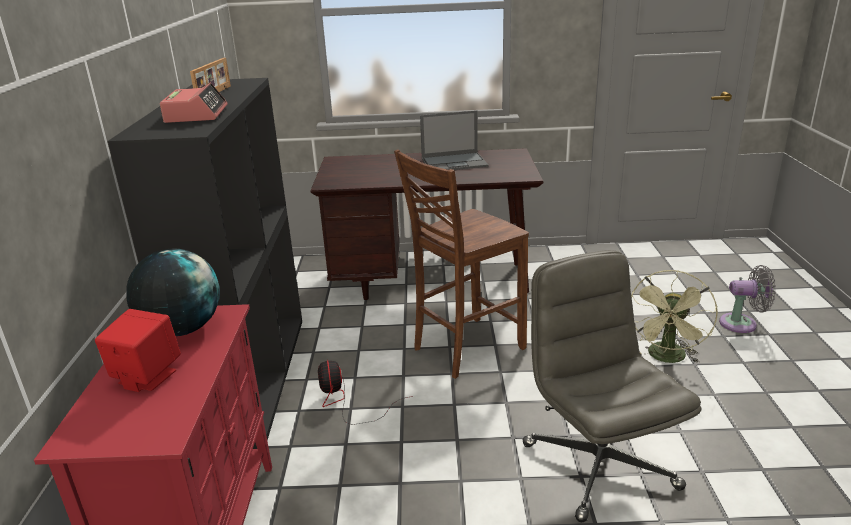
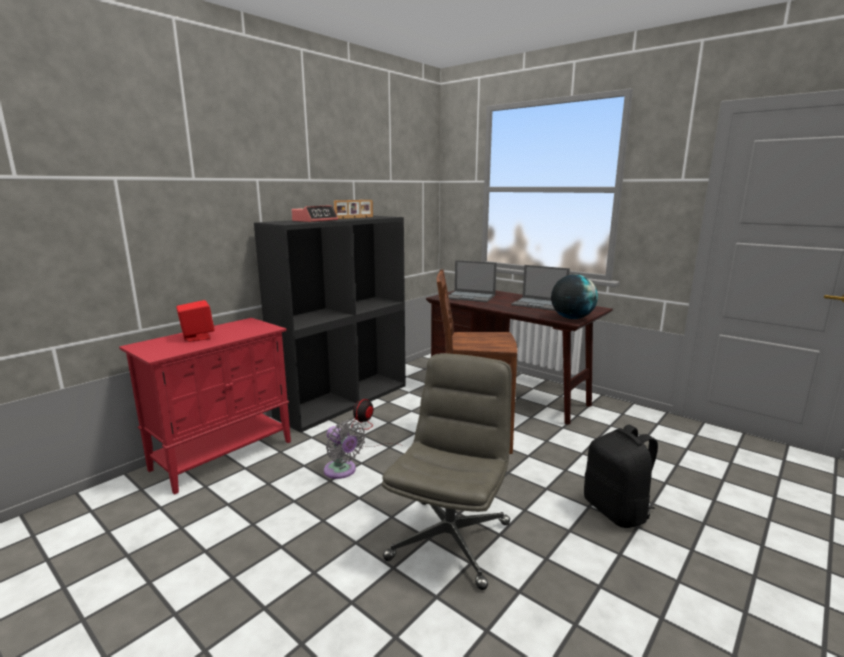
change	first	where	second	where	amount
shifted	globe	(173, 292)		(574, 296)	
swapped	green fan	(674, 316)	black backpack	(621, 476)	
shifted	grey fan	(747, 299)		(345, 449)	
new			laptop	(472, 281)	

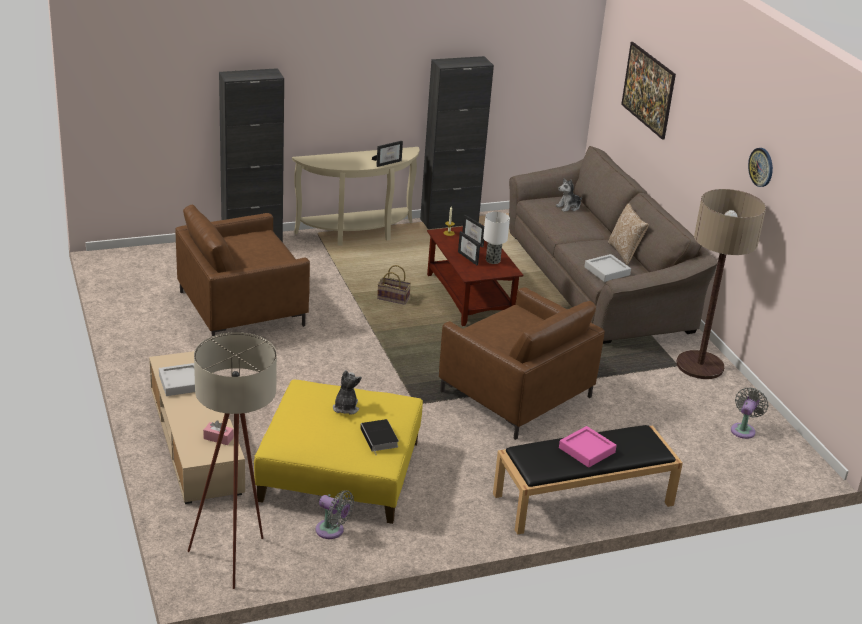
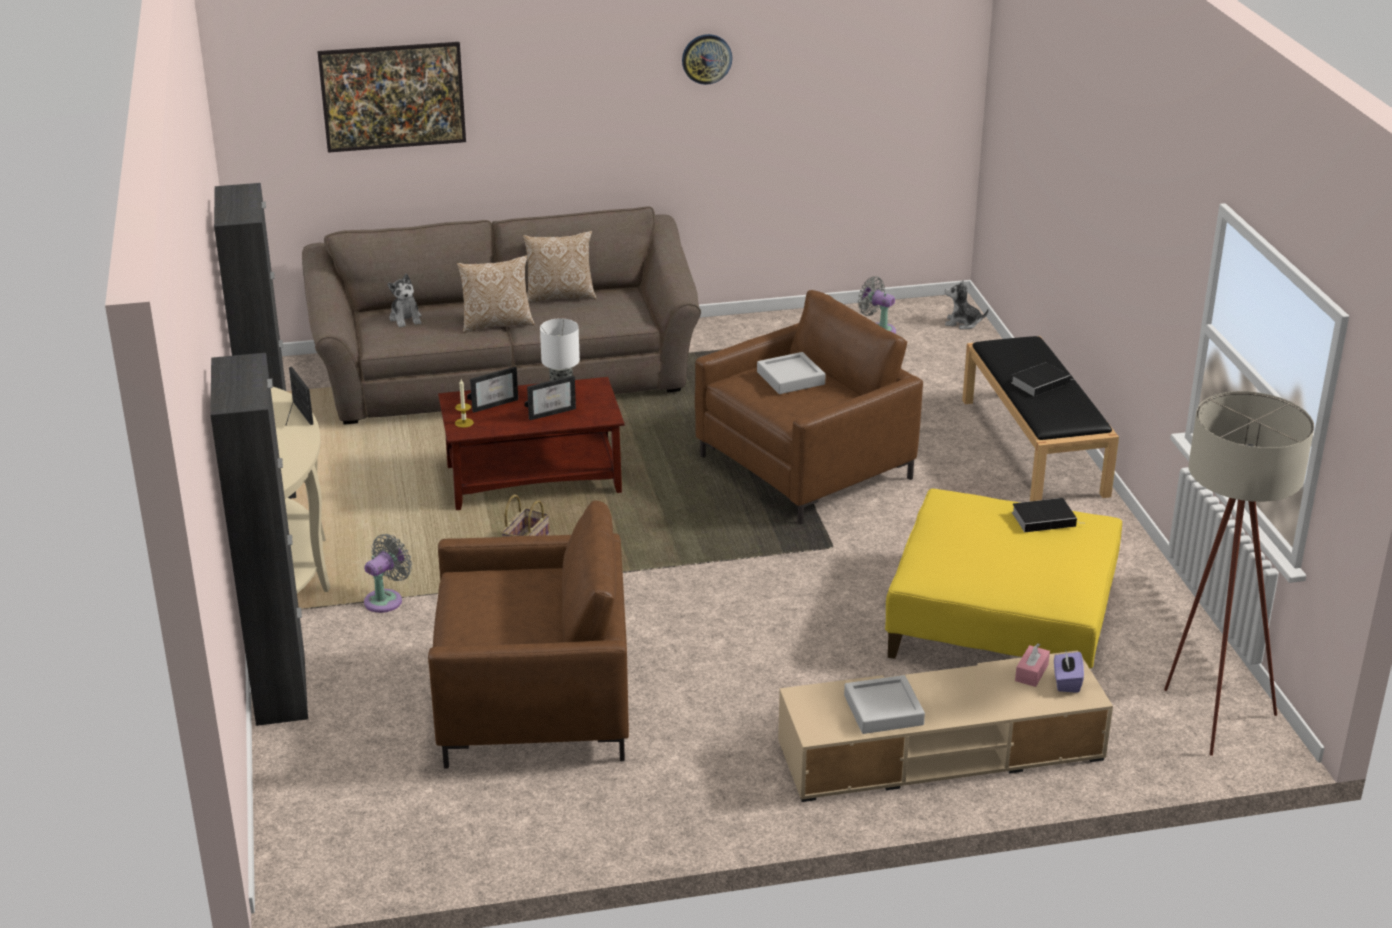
change	first	where	second	where	amount
rotated	brown armchair	(242, 270)		(528, 634)	75 degrees counterclockwise
shifted	grey fan	(334, 514)		(388, 573)	
shifted	plush toy	(347, 392)		(967, 304)	
swapped	pink tray	(588, 447)	book	(1041, 379)	
shifted	grey tray	(607, 268)		(791, 373)	
gone	floor lamp	(721, 284)			
new			pillow	(496, 294)	
new			purple tissue box	(1069, 672)	

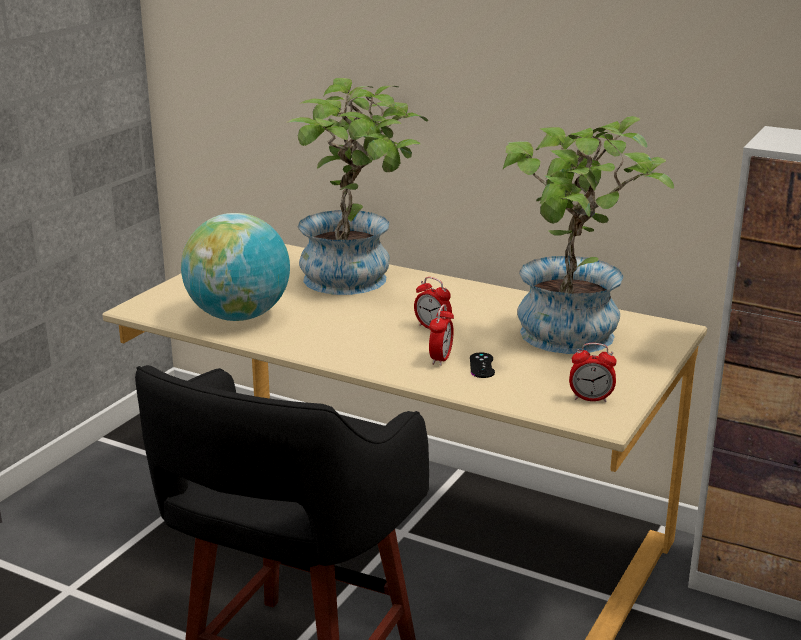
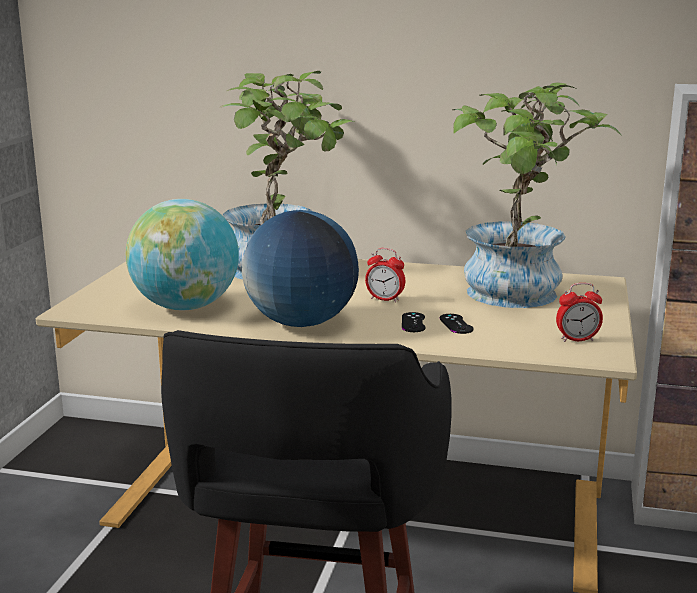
change	first	where	second	where	amount
swapped	alarm clock	(441, 335)	black game controller	(413, 322)	
new			globe	(300, 268)	

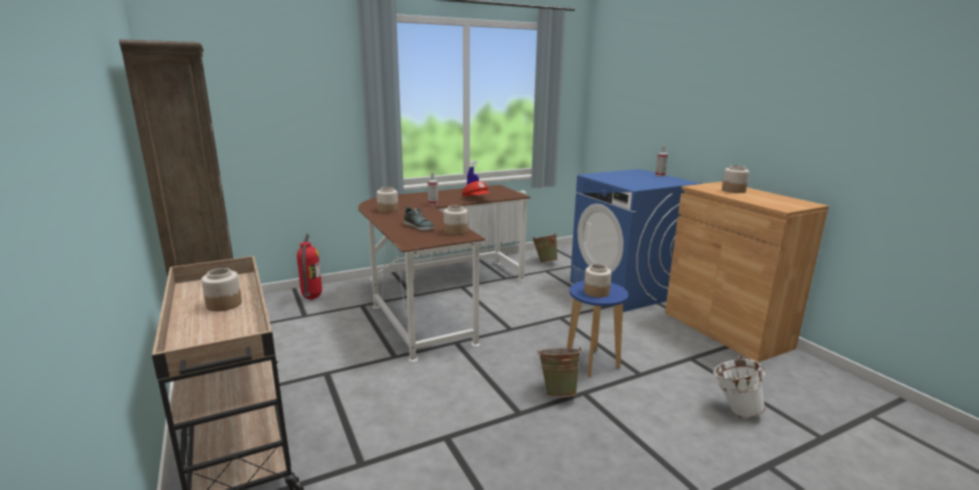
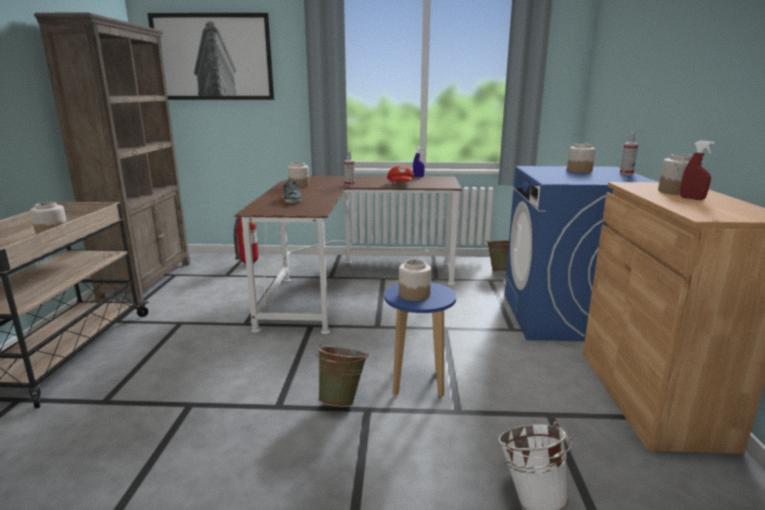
change	first	where	second	where	amount
shifted	jar	(456, 220)		(581, 158)	
new			picture	(211, 56)	
new			red spray bottle	(697, 170)	

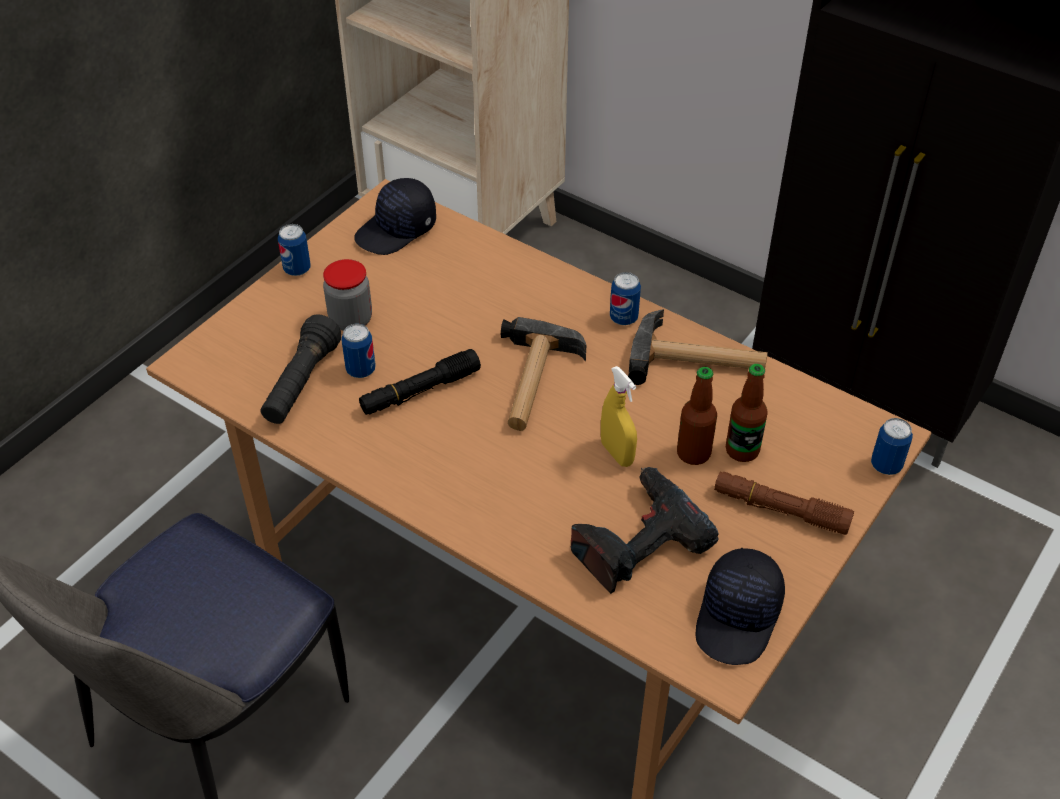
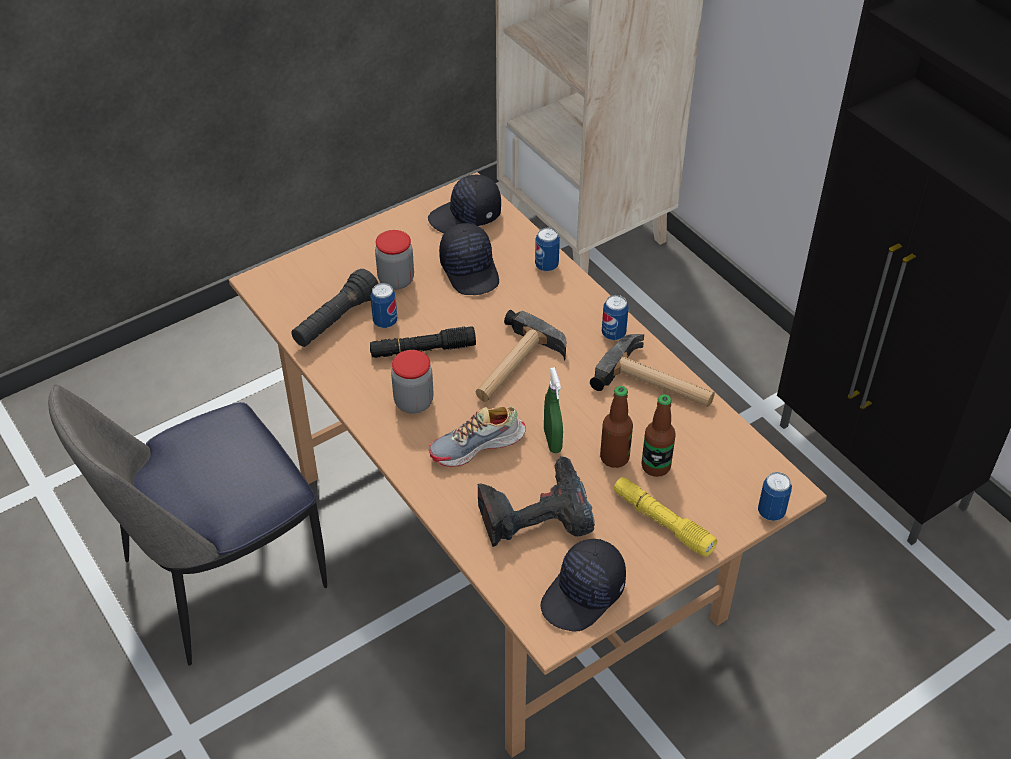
change	first	where	second	where	amount
shifted	can	(294, 250)		(547, 250)	
repainted	yellow spray bottle	(619, 416)	green spray bottle	(553, 410)	
repainted	brown flashlight	(784, 503)	yellow flashlight	(665, 517)	
new			jar	(412, 382)	
new			shoe	(477, 436)	
new			black cap	(469, 259)	

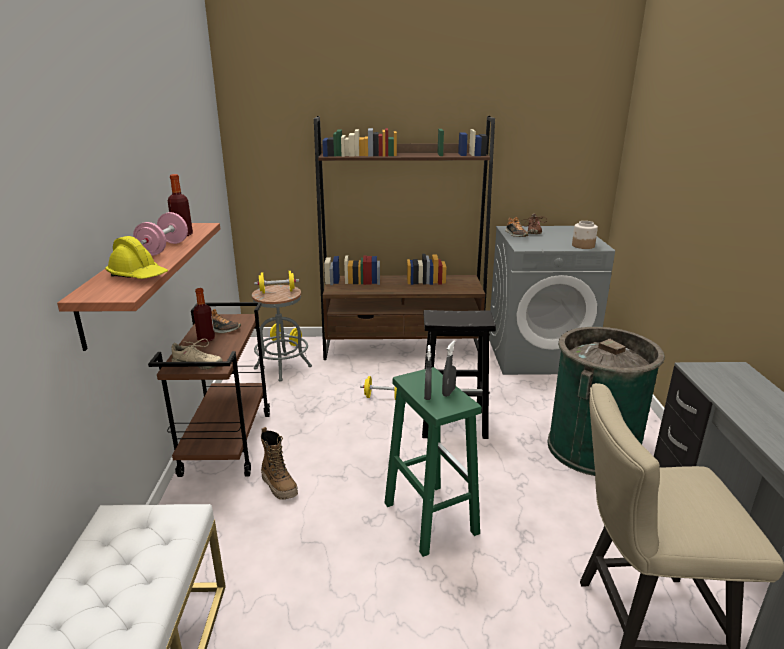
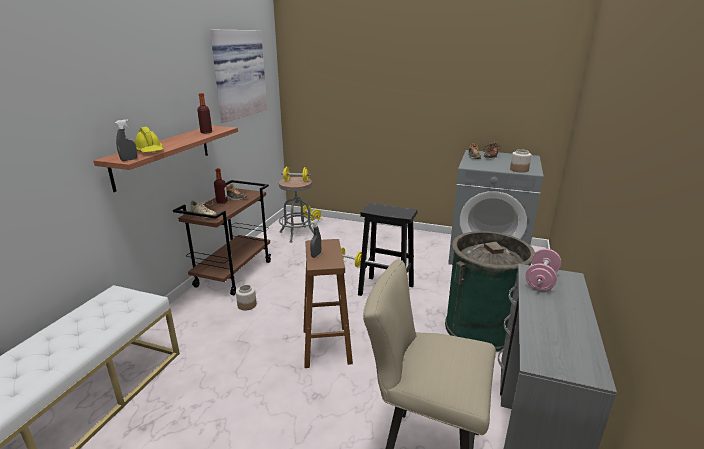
change	first	where	second	where	amount
shifted	pink dumbbell	(160, 234)		(543, 270)	
swapped	boot	(279, 463)	jar	(246, 298)	
gone	brown bookcase	(404, 238)			
repainted	green stool	(433, 462)	brown stool	(328, 303)	
shifted	grey spray bottle	(449, 368)		(126, 140)	
new			picture	(238, 76)	

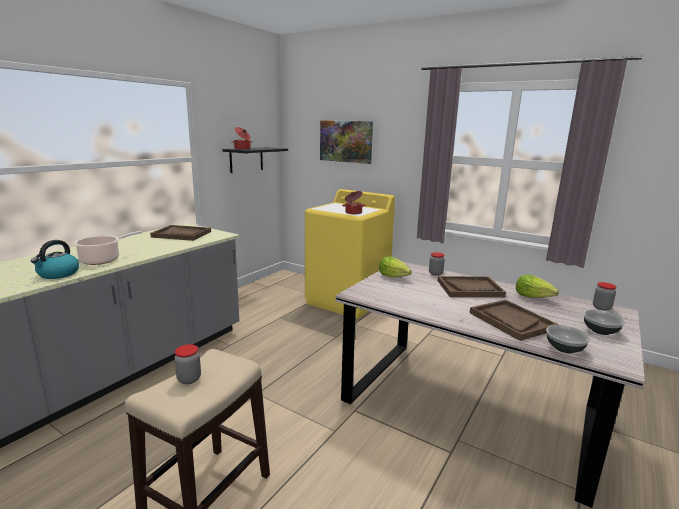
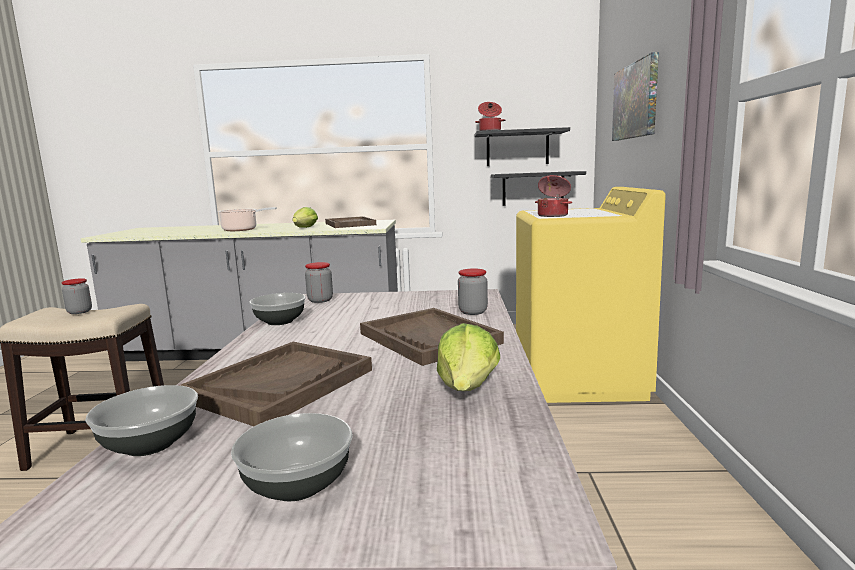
change	first	where	second	where	amount
gone	kettle	(55, 259)			
shifted	lettuce	(395, 266)		(305, 217)	
shifted	jar	(604, 296)		(319, 282)	
new			bowl	(277, 309)	
new			black shelf	(538, 188)	

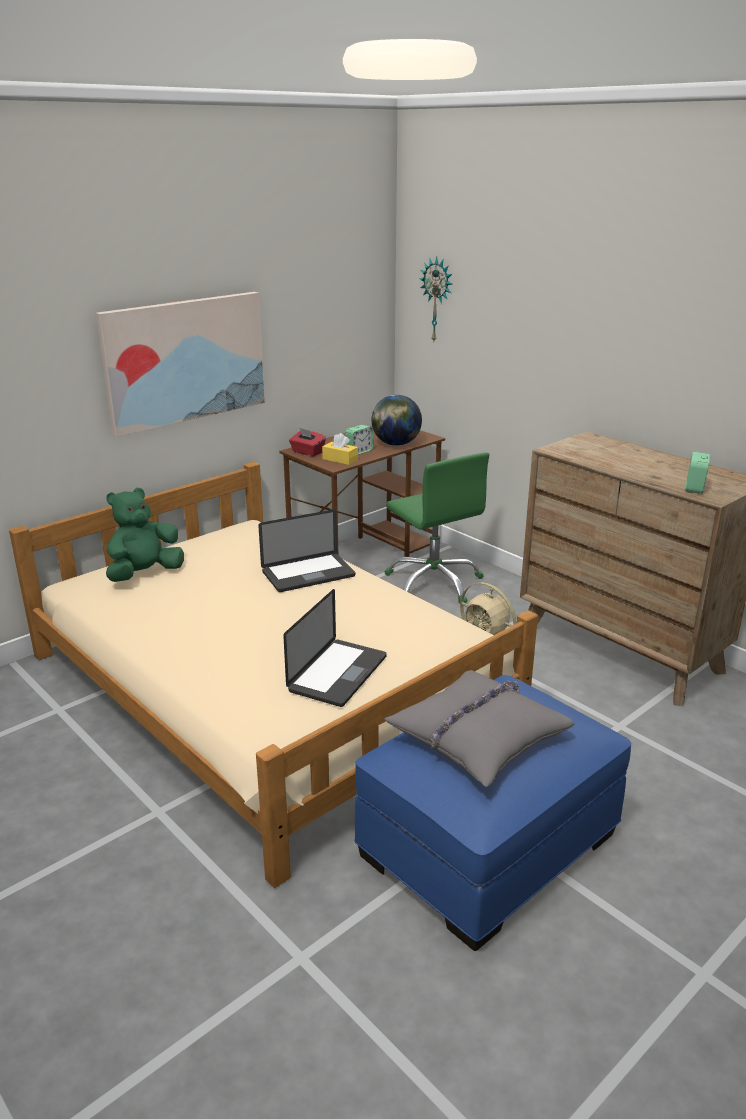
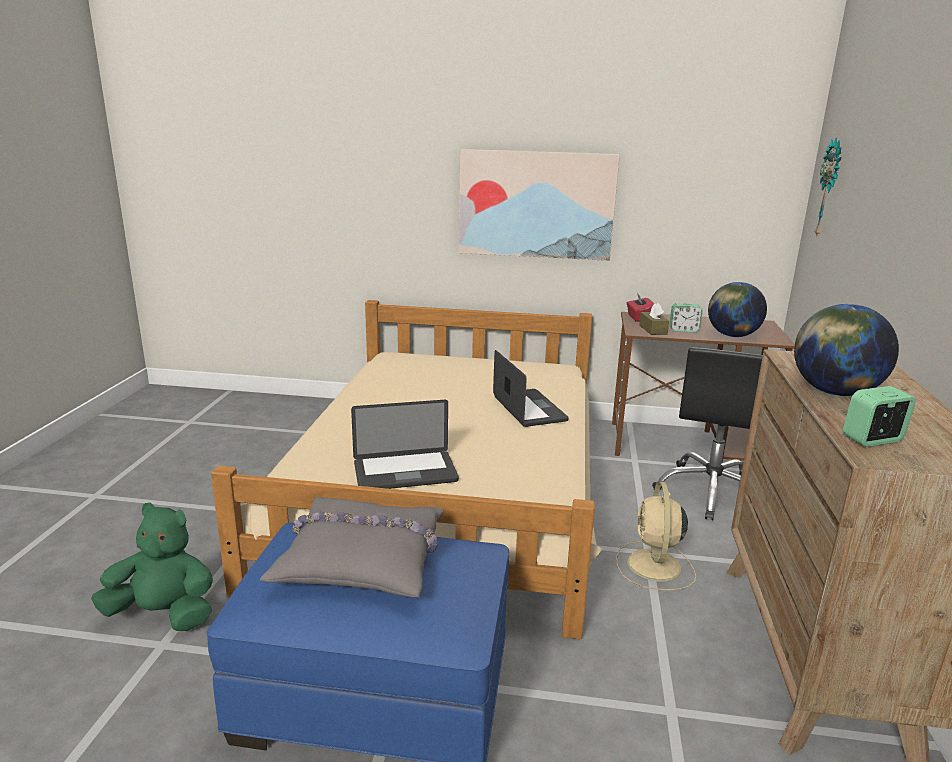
change	first	where	second	where	amount
shifted	green plush toy	(145, 535)		(152, 566)	
rotated	laptop	(306, 551)		(531, 388)	135 degrees counterclockwise
repainted	yellow tissue box	(340, 449)	brown tissue box	(654, 319)	
repainted	green office chair	(437, 527)	black office chair	(707, 433)	
new			globe	(846, 350)	

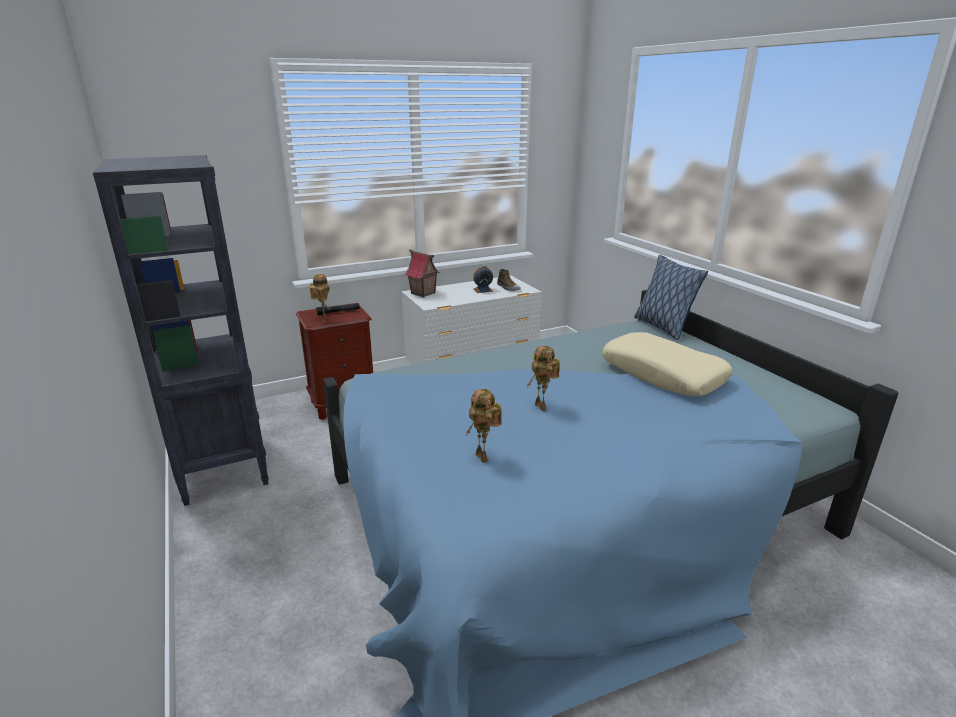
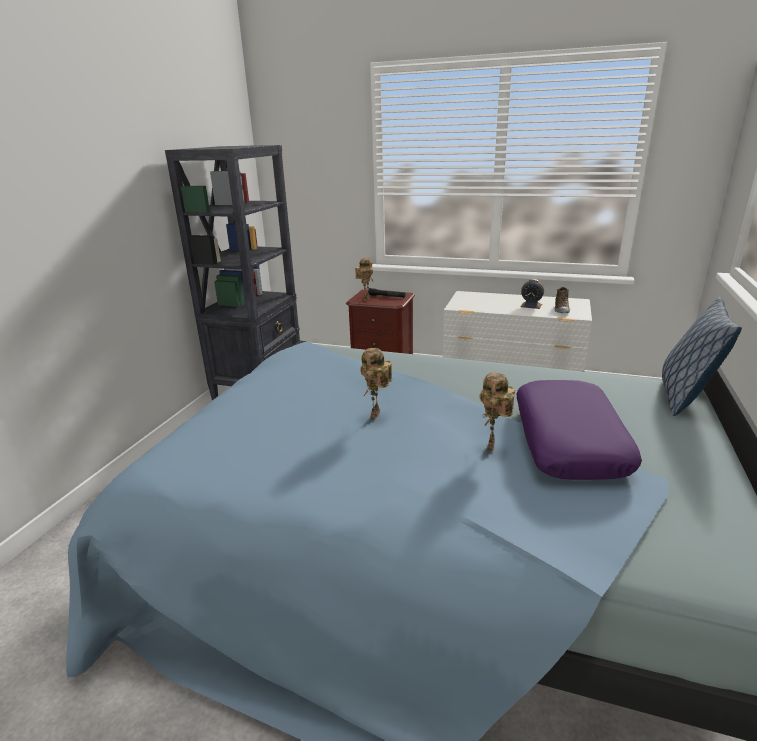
change	first	where	second	where	amount
gone	toy house	(422, 273)			
shifted	toy robot	(484, 426)		(497, 412)	
repainted	beige pillow	(667, 364)	purple pillow	(579, 430)	

